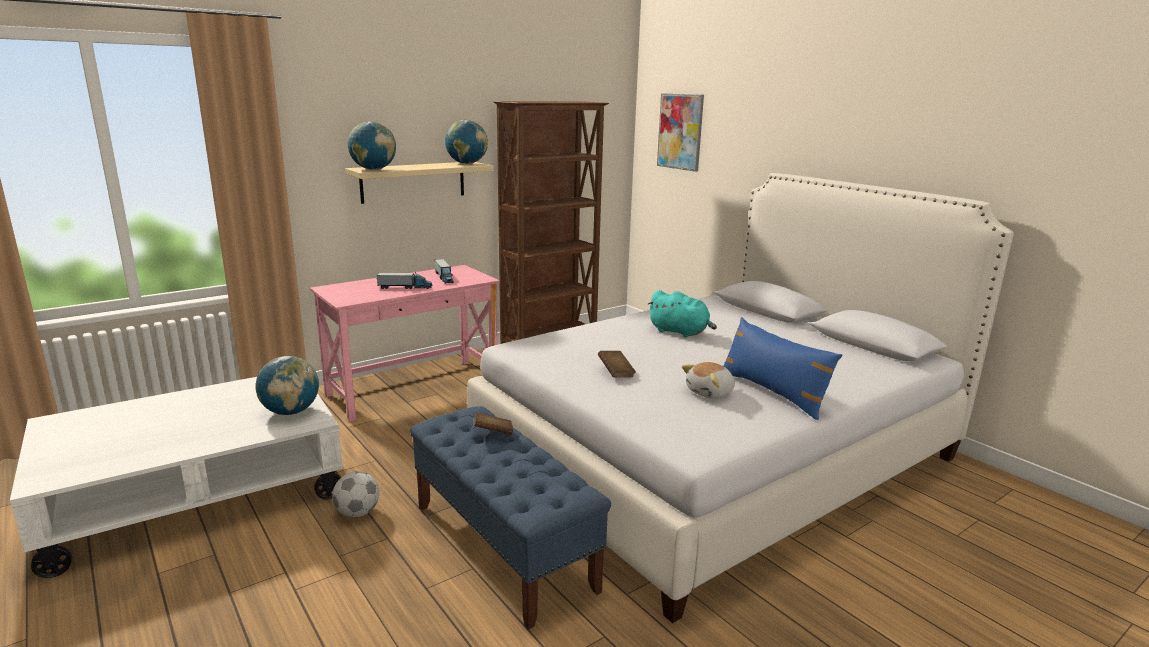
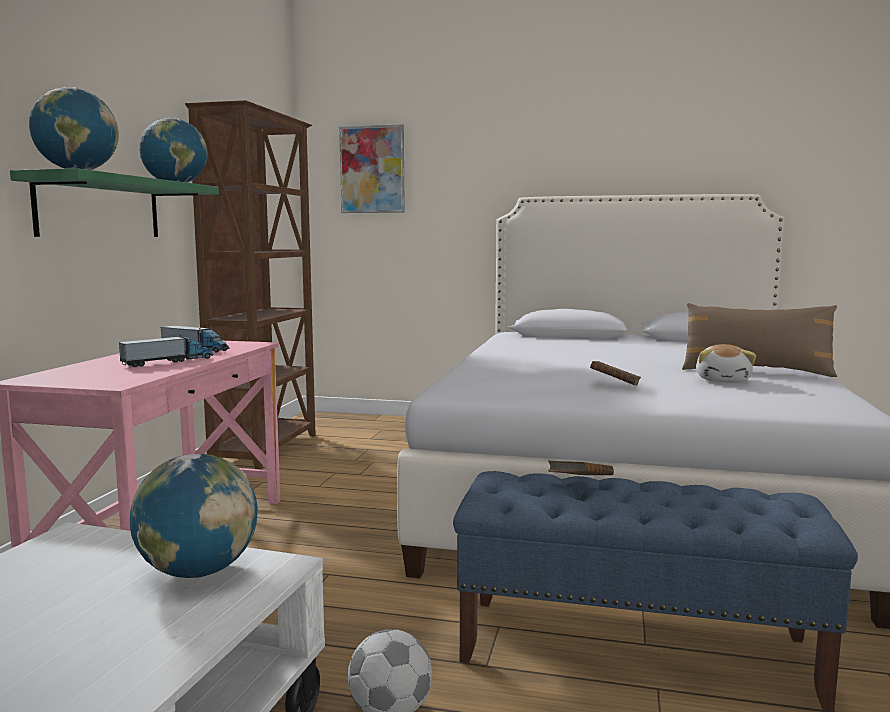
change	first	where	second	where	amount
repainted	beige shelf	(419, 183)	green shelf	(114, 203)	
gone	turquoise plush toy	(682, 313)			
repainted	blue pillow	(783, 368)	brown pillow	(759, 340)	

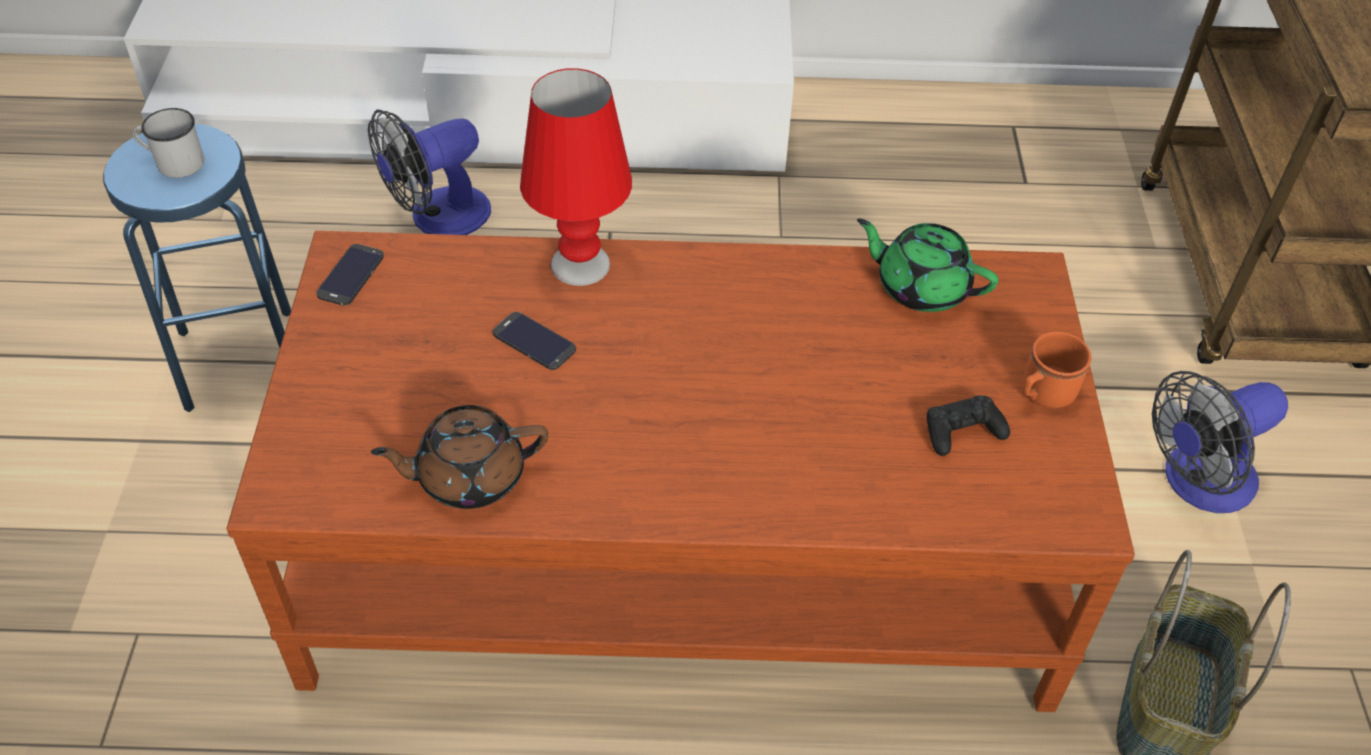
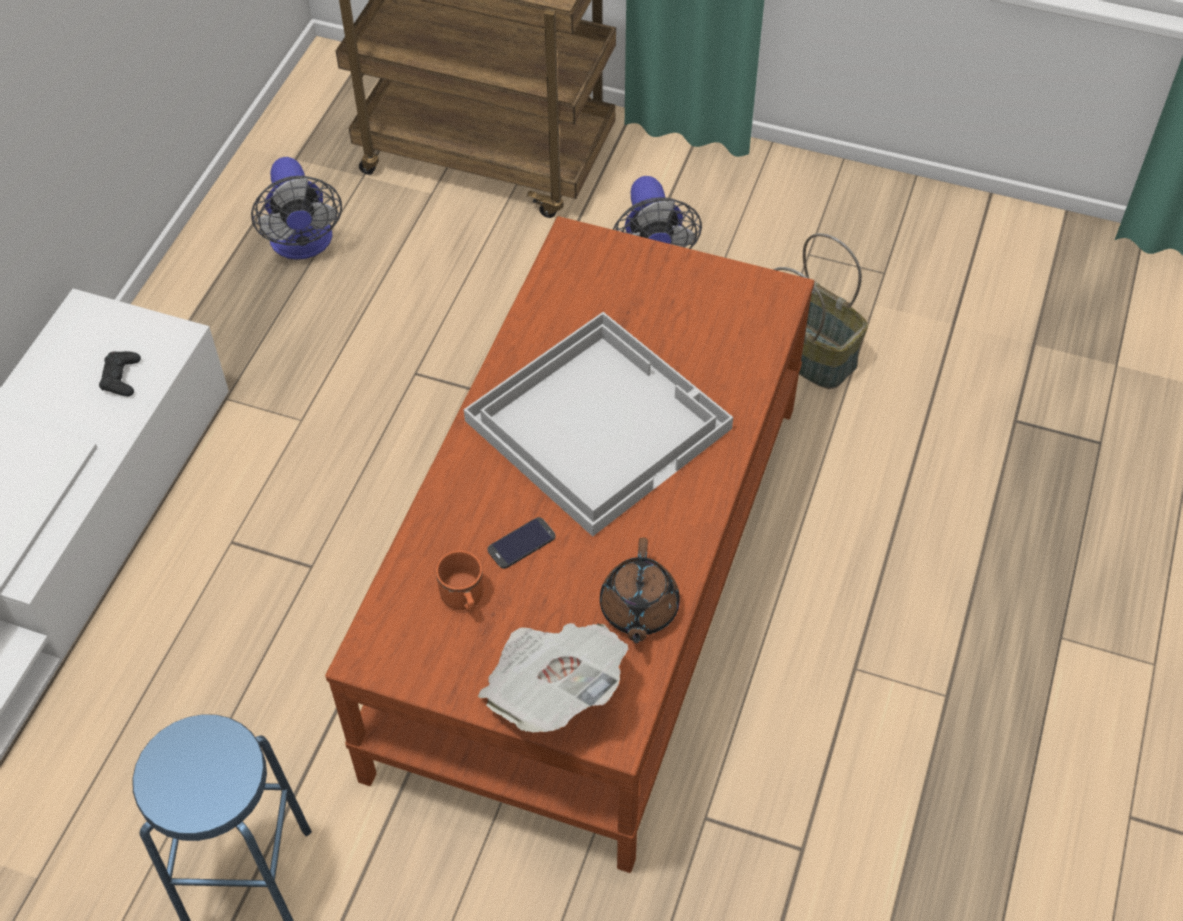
change	first	where	second	where	amount
gone	white mug	(168, 143)			
gone	phone	(350, 275)			
shifted	fan	(429, 172)		(296, 208)	
gone	red table lamp	(576, 177)			
gone	green teapot	(927, 265)			
shifted	black game controller	(968, 426)		(120, 373)	
shifted	orange mug	(1057, 370)		(460, 581)	
new			white tray	(598, 424)	
new			newspaper	(553, 678)	

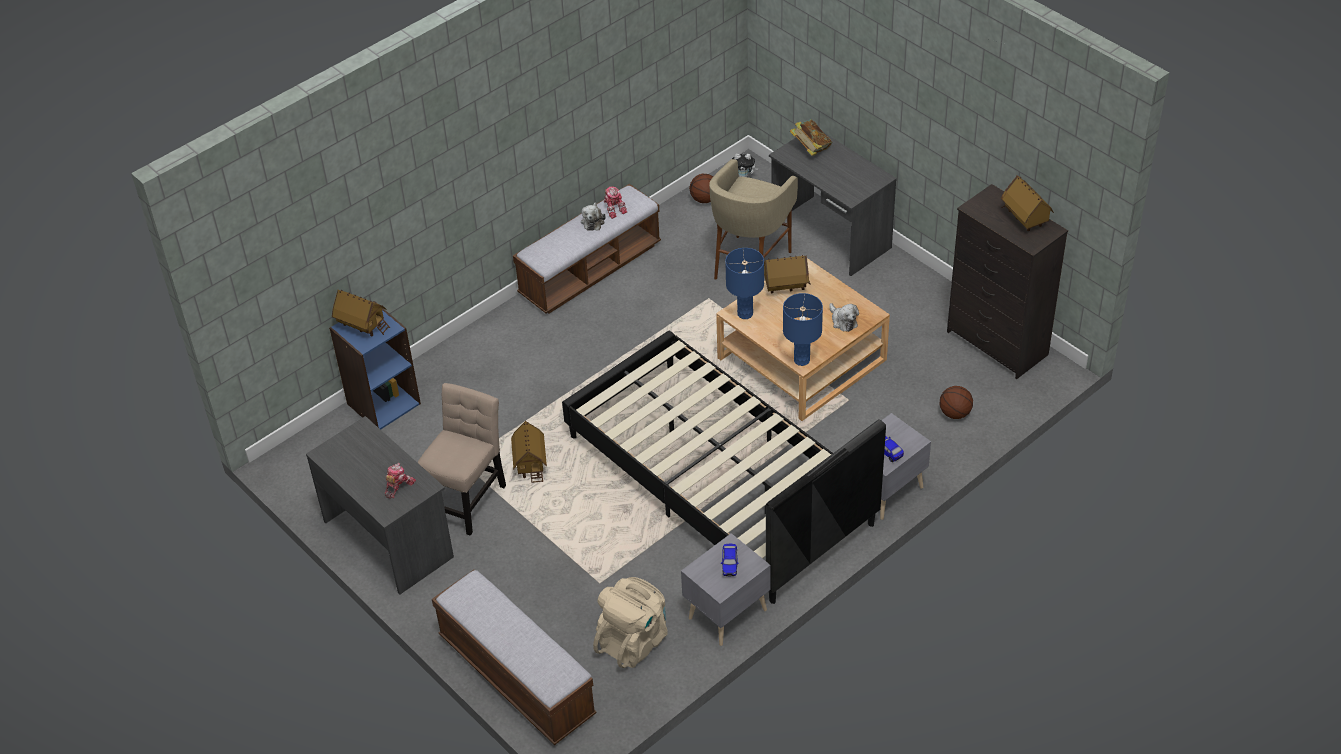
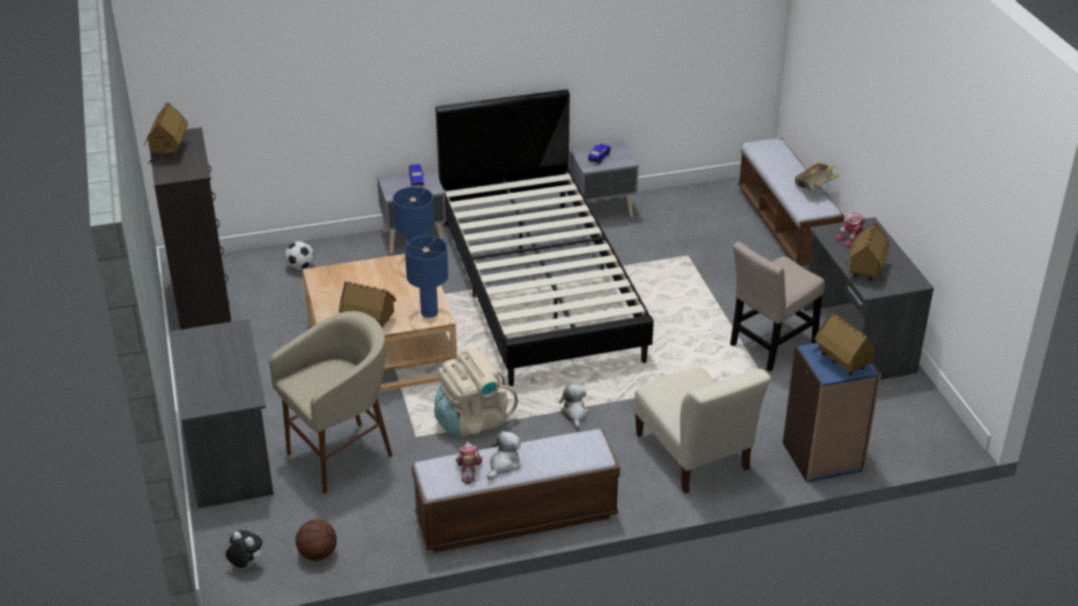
change	first	where	second	where	amount
shifted	toy house	(529, 452)		(868, 251)	
shifted	beige backpack	(630, 622)		(476, 392)	
shifted	book	(811, 137)		(816, 176)	
shifted	plush toy	(844, 317)		(574, 406)	
swapped	basketball	(956, 402)	football	(299, 255)	
new			beige chair	(702, 431)	

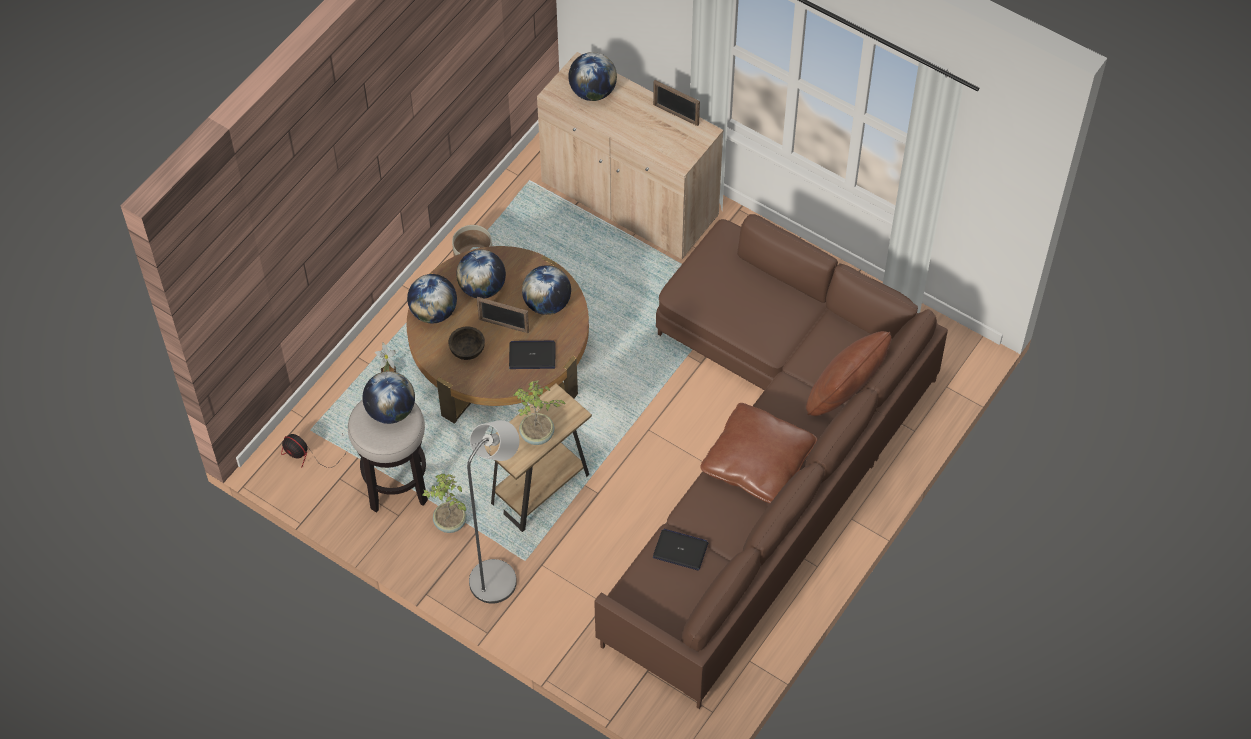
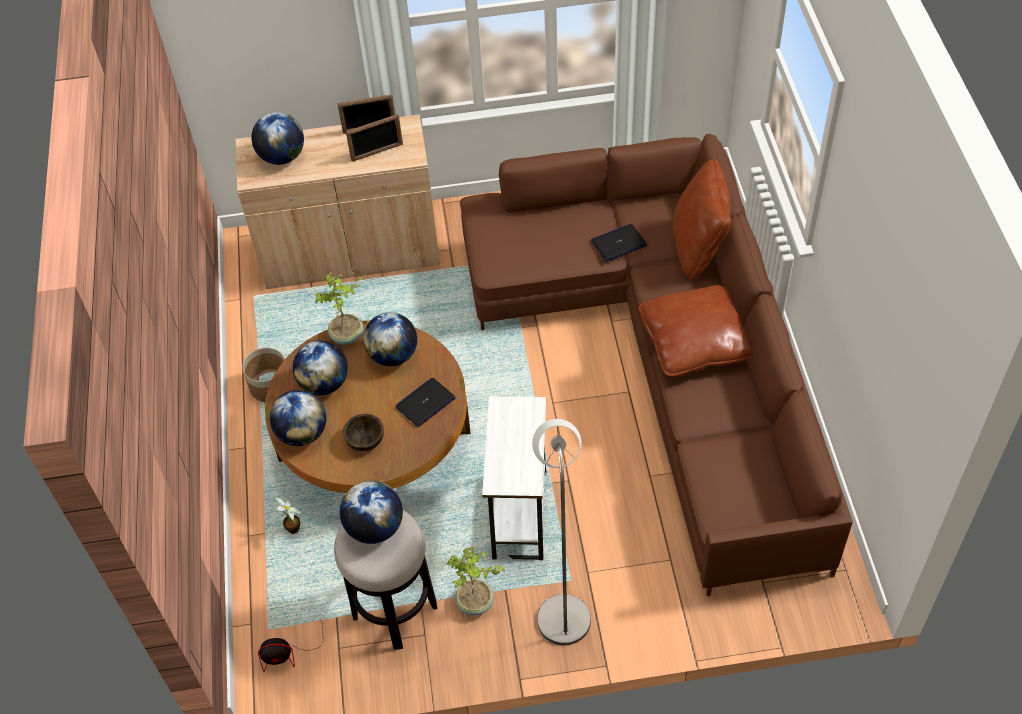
change	first	where	second	where	amount
shifted	picture frame	(503, 315)		(374, 138)	
repainted	brown side table	(538, 458)	white side table	(514, 478)	
shifted	potted plant	(539, 412)		(339, 308)	
shifted	laptop	(680, 550)		(619, 243)	

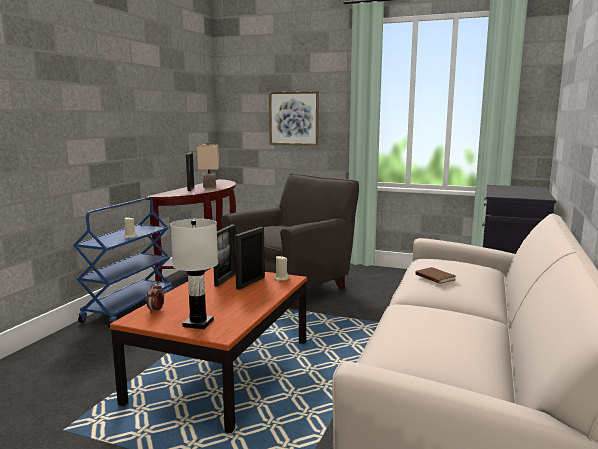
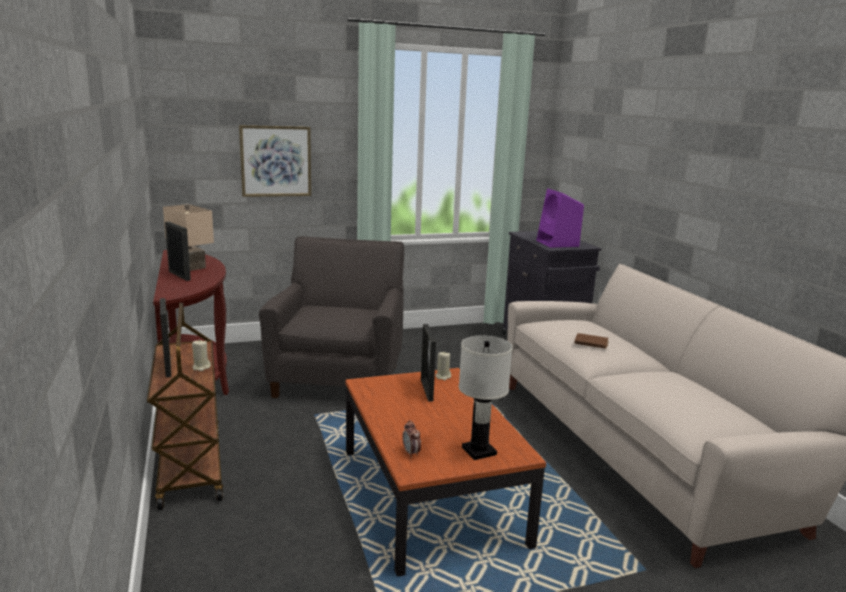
change	first	where	second	where	amount
repainted	blue cart	(123, 262)	brown cart	(185, 406)	
shifted	picture frame	(225, 255)		(165, 337)	
new			purple speaker	(560, 218)	

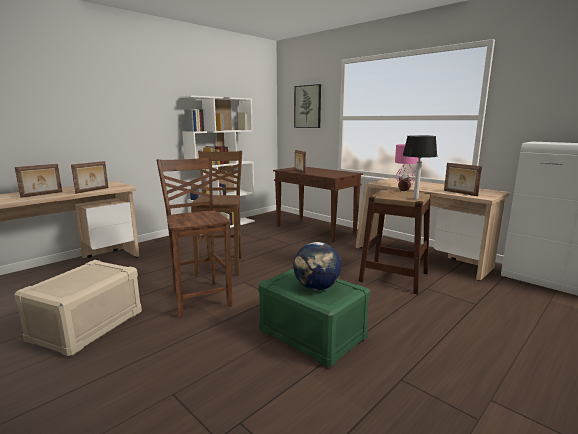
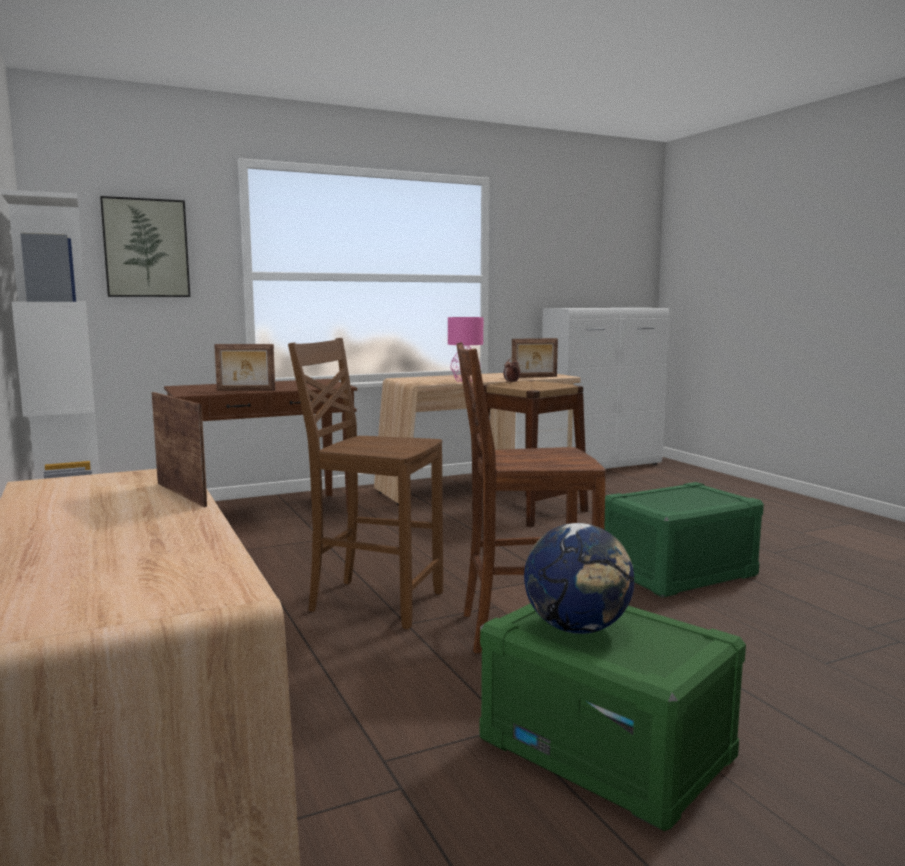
change	first	where	second	where	amount
repainted	beige storage box	(78, 308)	green storage box	(612, 717)	
gone	picture frame	(38, 181)			
shifted	globe	(317, 266)		(579, 578)	
gone	table lamp	(420, 167)			

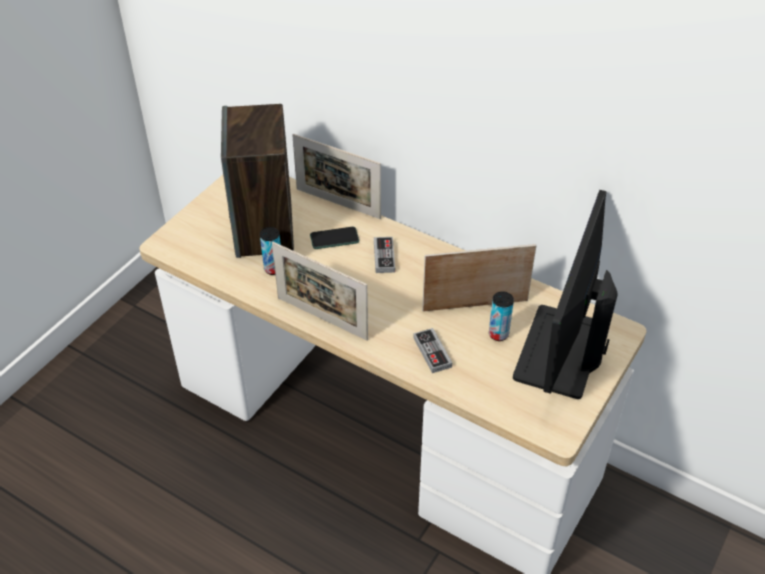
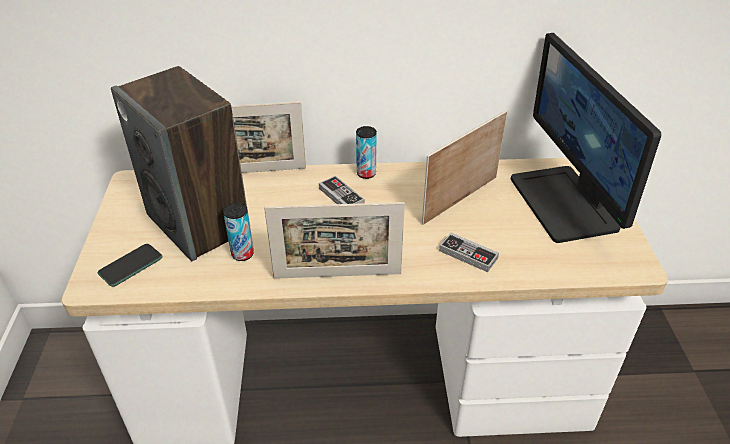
change	first	where	second	where	amount
shifted	phone	(334, 238)		(130, 265)	
shifted	can	(501, 316)		(366, 152)	

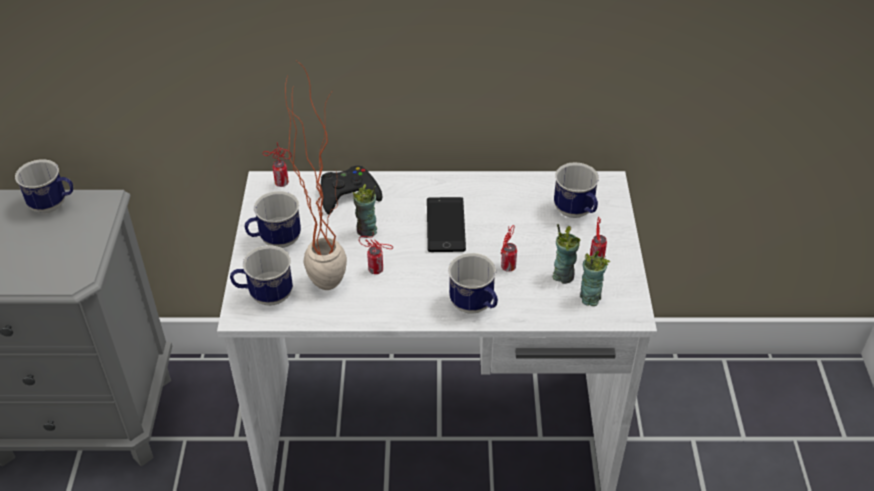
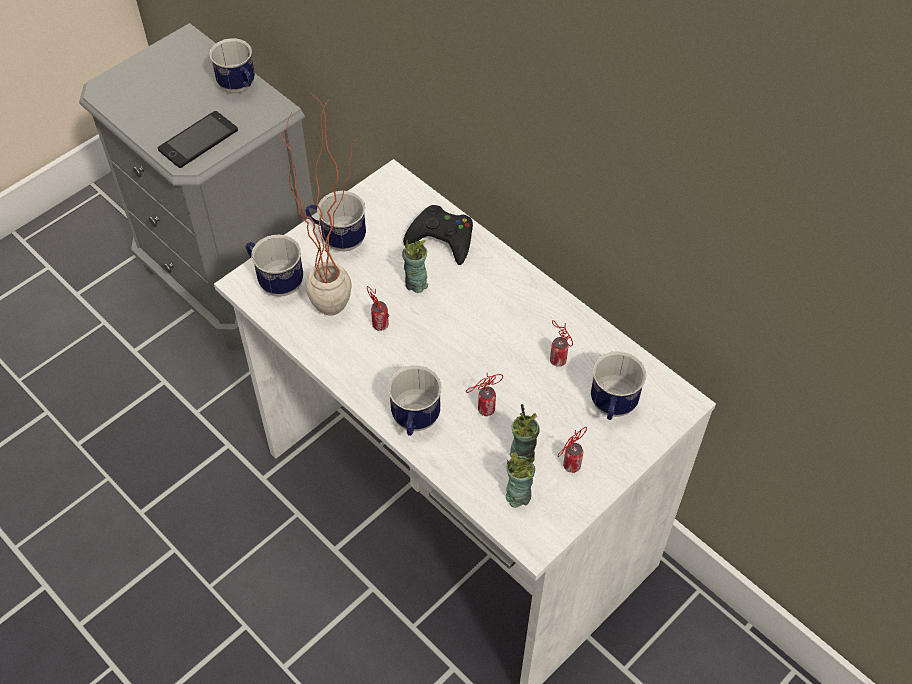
change	first	where	second	where	amount
shifted	can	(277, 164)		(561, 343)	
shifted	phone	(446, 224)		(198, 139)	

